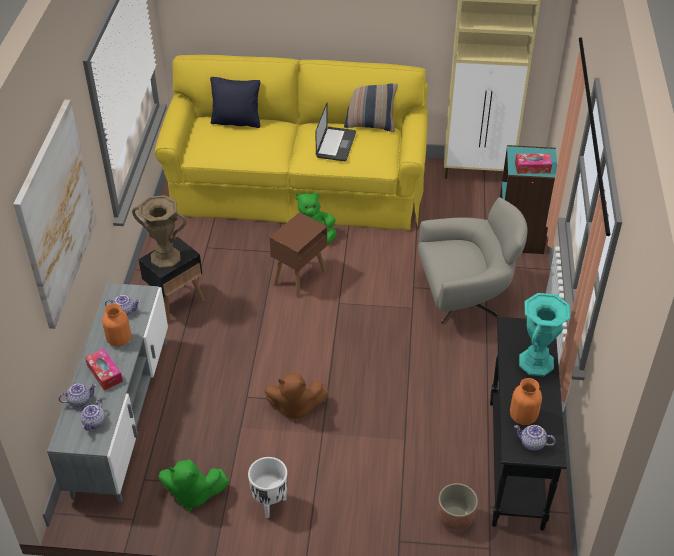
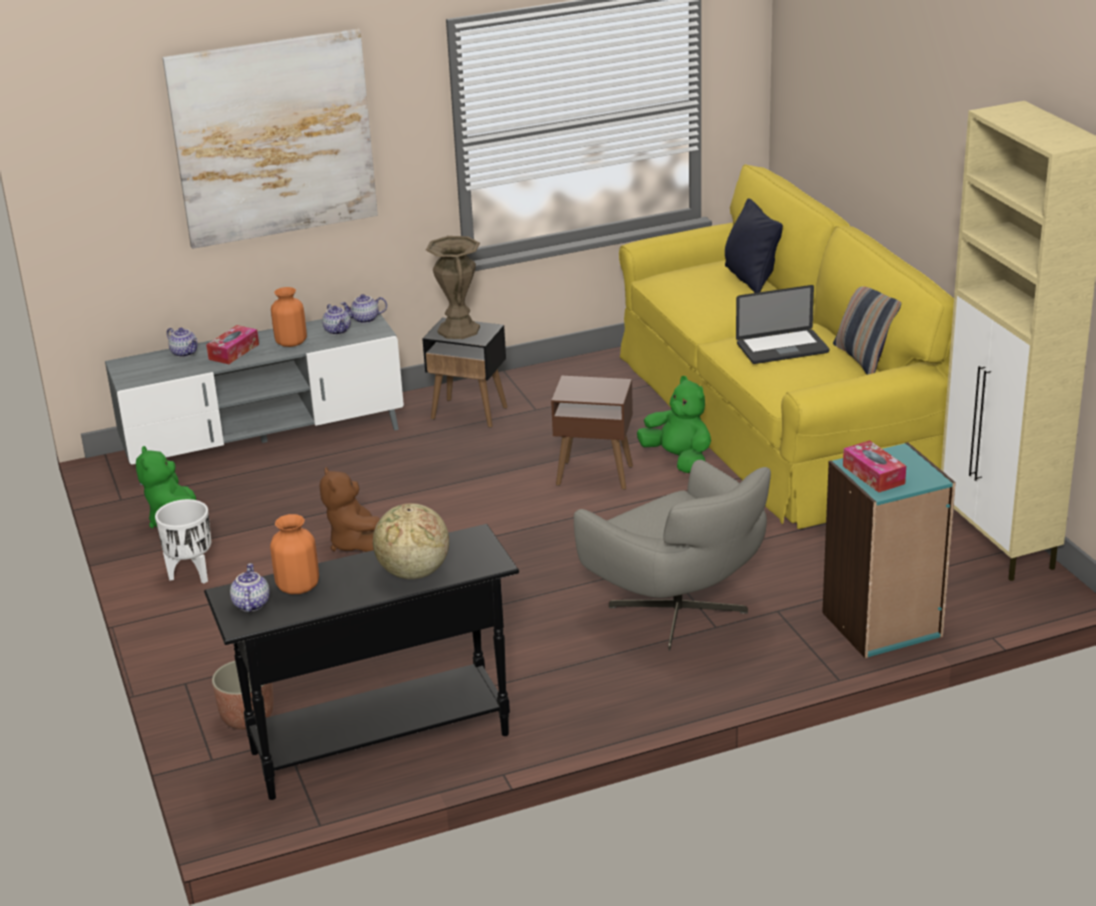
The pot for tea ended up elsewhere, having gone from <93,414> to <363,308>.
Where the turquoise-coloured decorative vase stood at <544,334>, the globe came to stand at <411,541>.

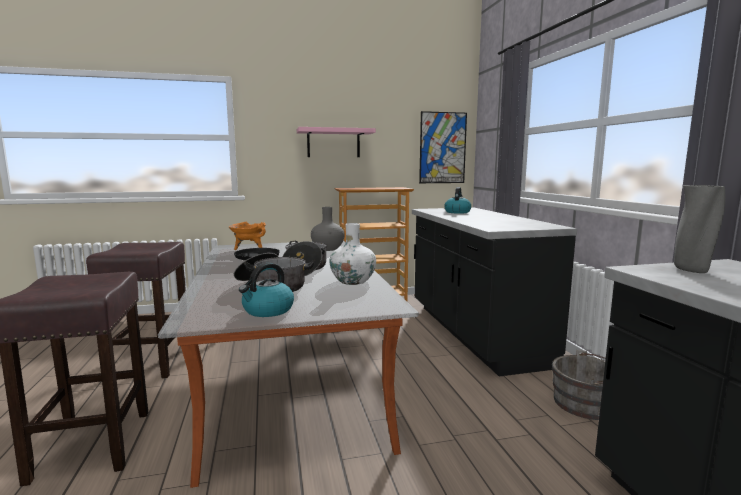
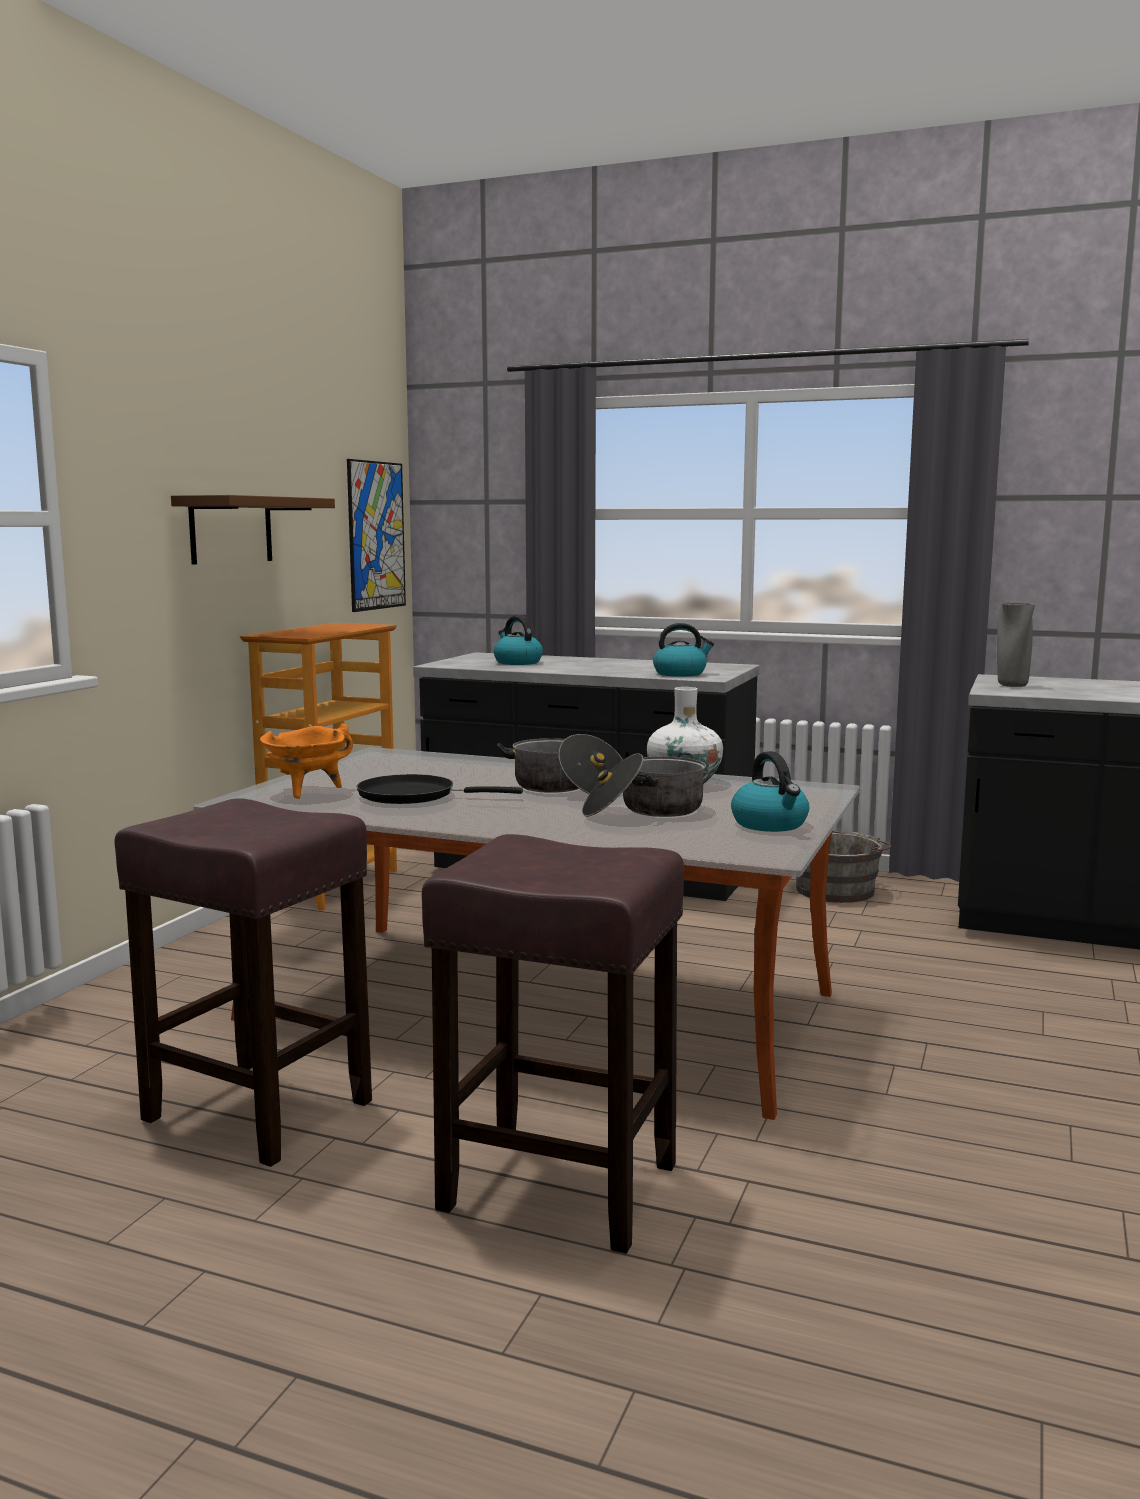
What was the pink wall shelf at <336,142> turned into the brown wall shelf at <253,530>.
The second view gained the water kettle at <683,650>.
The second view lost the grey decorative vase at <328,229>.

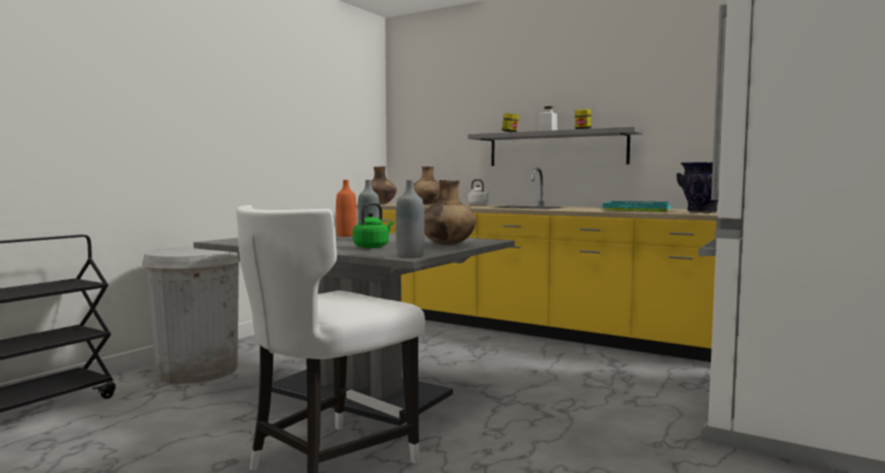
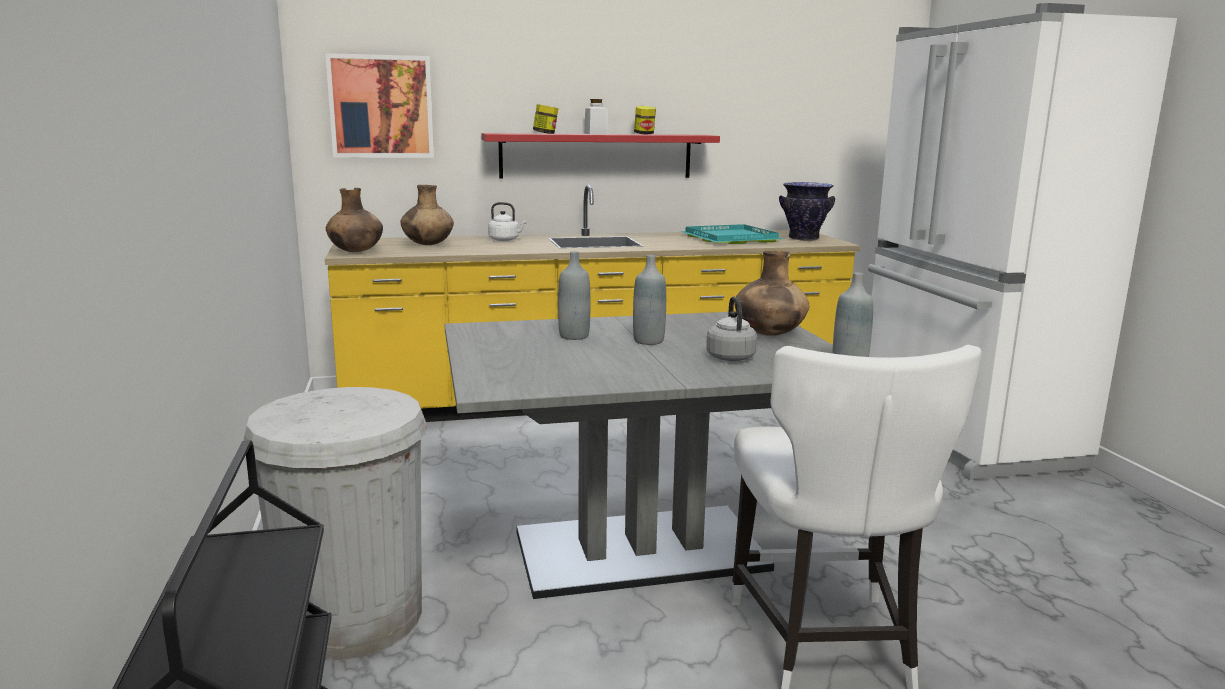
The second view gained the wall art at <379,105>.
What was the grey wall shelf at <556,146> turned into the reddish wall shelf at <600,156>.
What was the orangey drink bottle at <346,208> turned into the grey drink bottle at <574,295>.
What was the green-coloured water kettle at <373,225> turned into the grey water kettle at <731,328>.

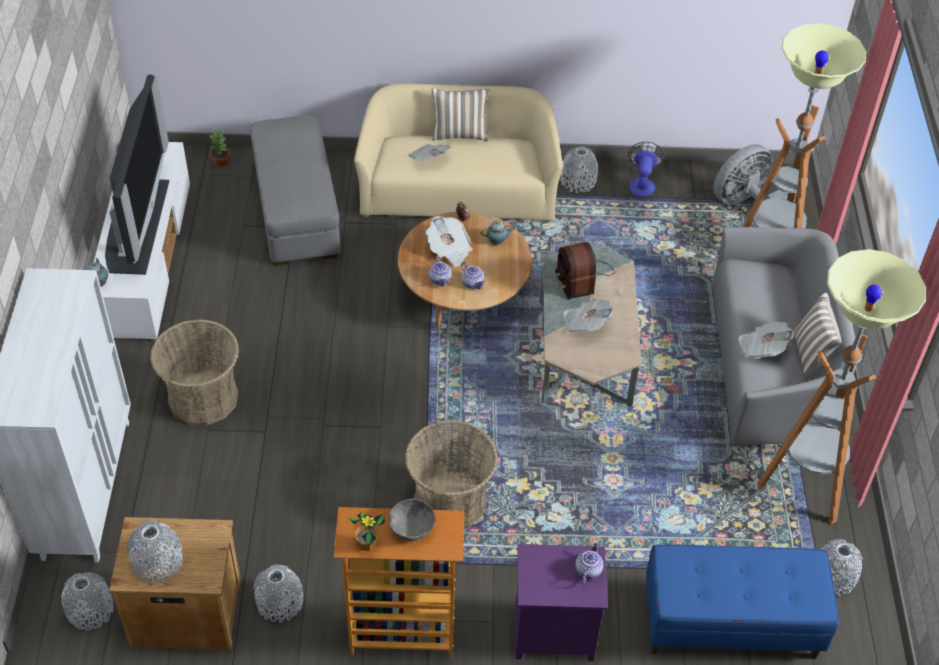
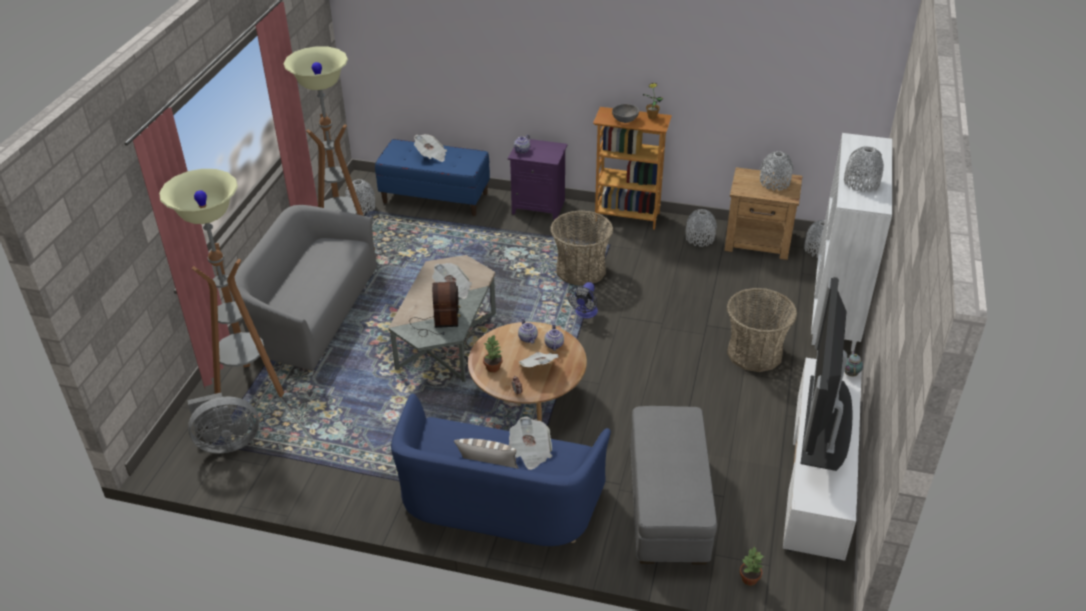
What was the beige-coloured couch at <458,152> turned into the bluish couch at <501,469>.
The newspaper ended up elsewhere, having gone from <766,340> to <430,148>.
Where the pot for tea stood at <498,233>, the plant in a pot came to stand at <493,354>.
The fan ended up elsewhere, having gone from <646,169> to <583,300>.
The grey decorative vase ended up elsewhere, having gone from <579,169> to <864,169>.
The second view lost the cushion at <817,336>.

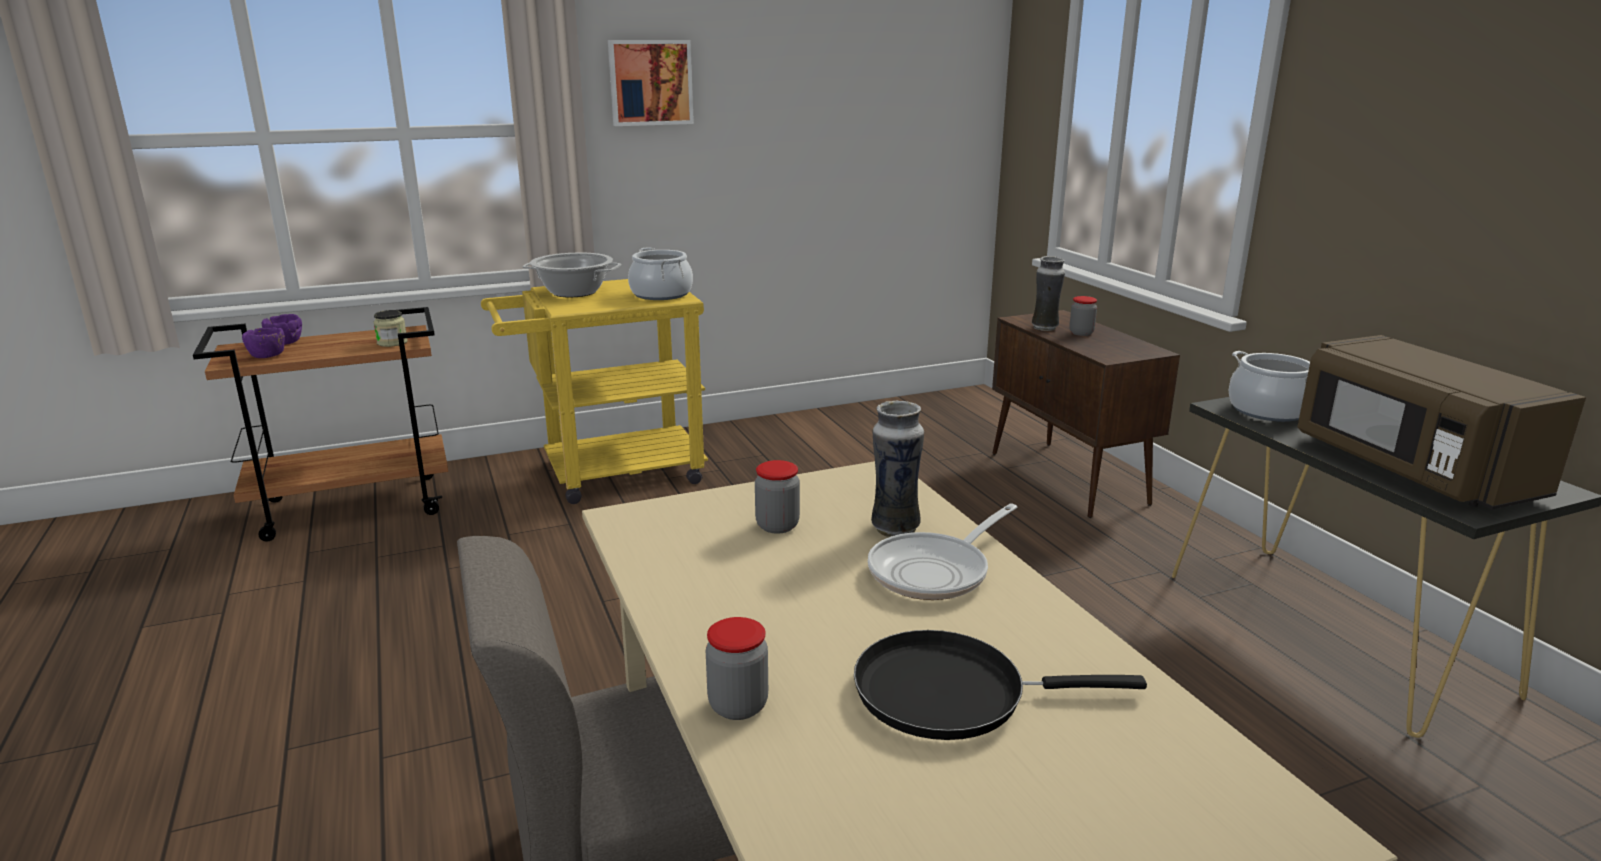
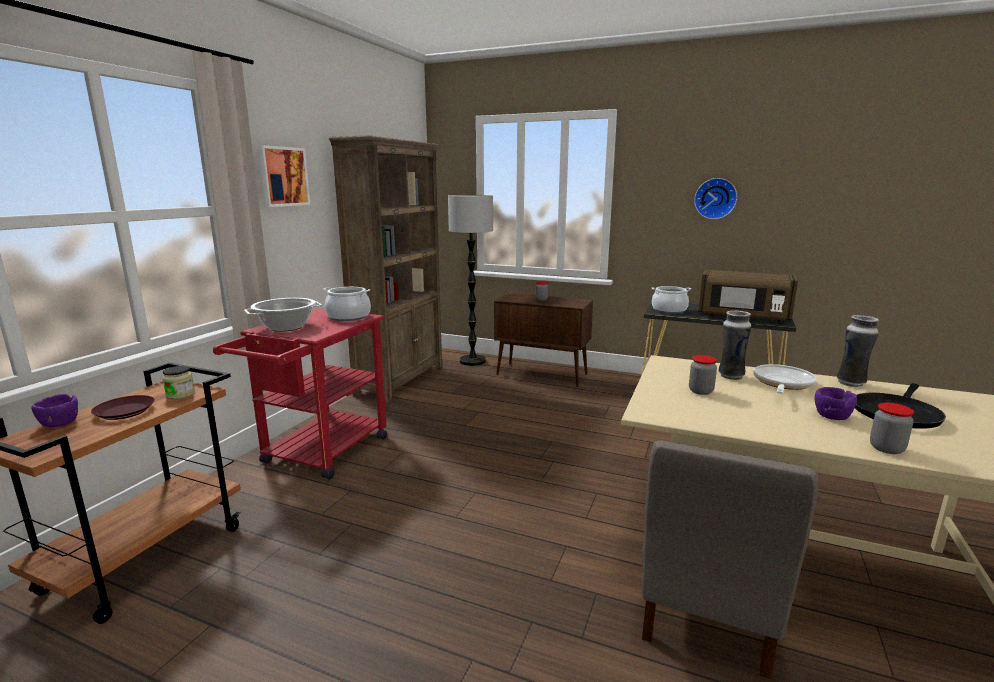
The second view gained the brown dinner plate at <123,407>.
What was the yellow cart at <594,391> turned into the reddish cart at <300,394>.
The second view gained the brown shelving unit at <386,269>.
The second view gained the standard lamp at <470,280>.
The second view gained the clock on the wall at <715,198>.
The frying pan at <943,551> ended up facing another way, 150 degrees counterclockwise from before.
The purple bowl ended up elsewhere, having gone from <263,342> to <835,403>.
The decorative vase ended up elsewhere, having gone from <1048,293> to <858,351>.

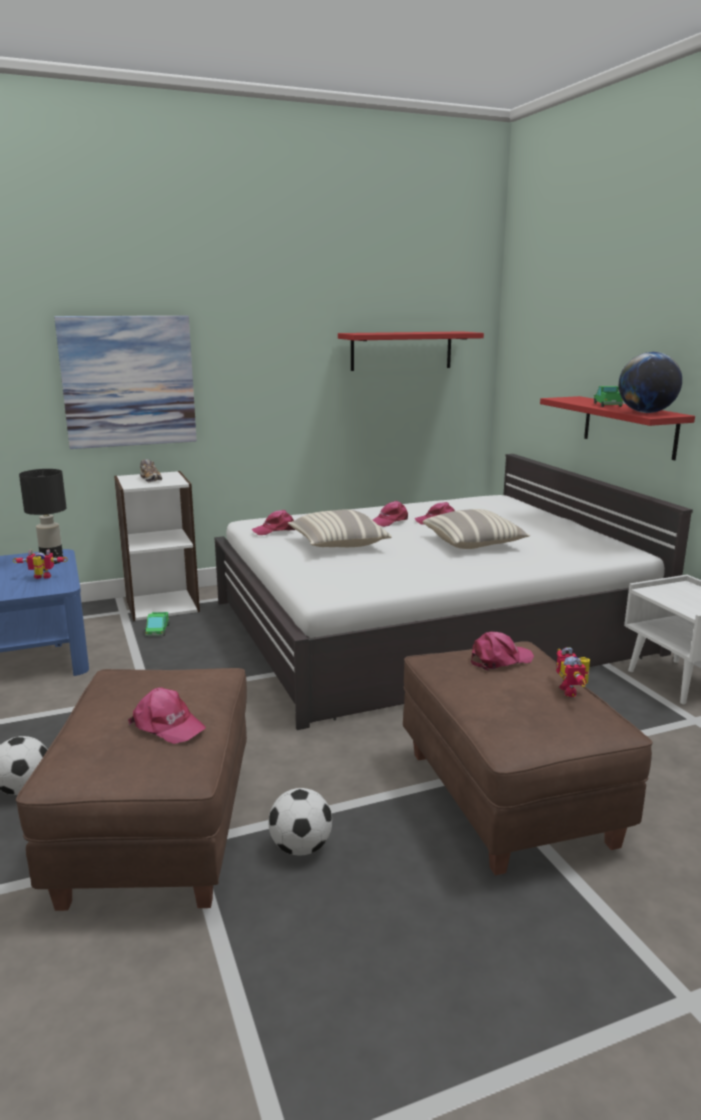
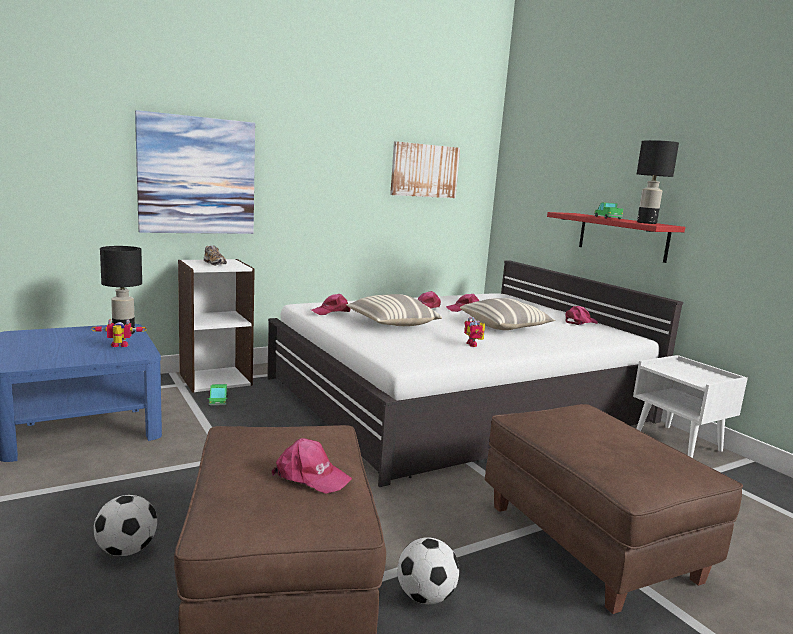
Where the reddish wall shelf hung at <411,351>, the wall art came to hang at <425,169>.
The toy robot ended up elsewhere, having gone from <573,672> to <474,332>.
The pink peaked cap ended up elsewhere, having gone from <502,651> to <581,315>.
Where the globe stood at <650,382>, the black tabletop lamp came to stand at <658,182>.

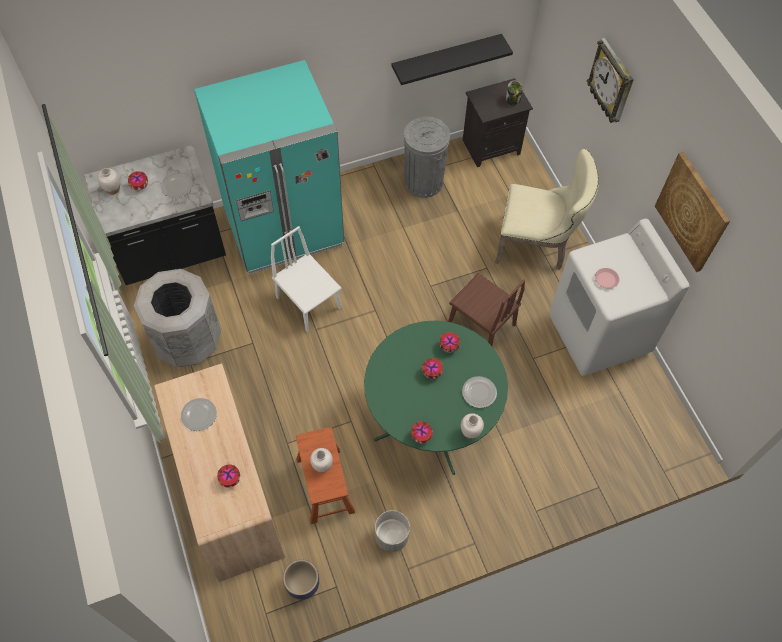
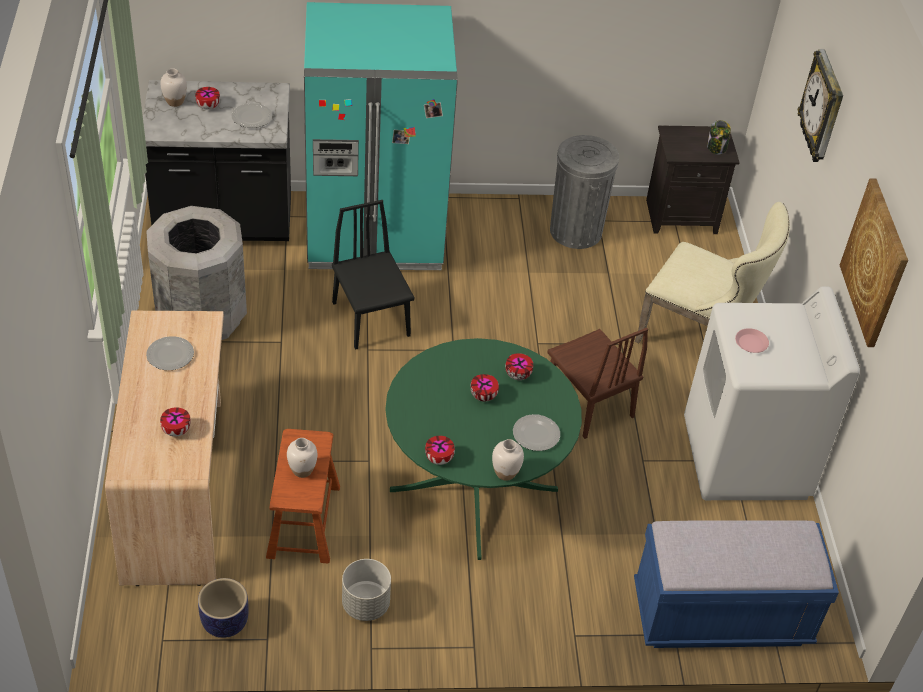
What was the whitish plain chair at <306,279> turned into the black plain chair at <373,275>.
The second view gained the bluish long seat at <736,584>.
The second view lost the black wall shelf at <452,59>.

